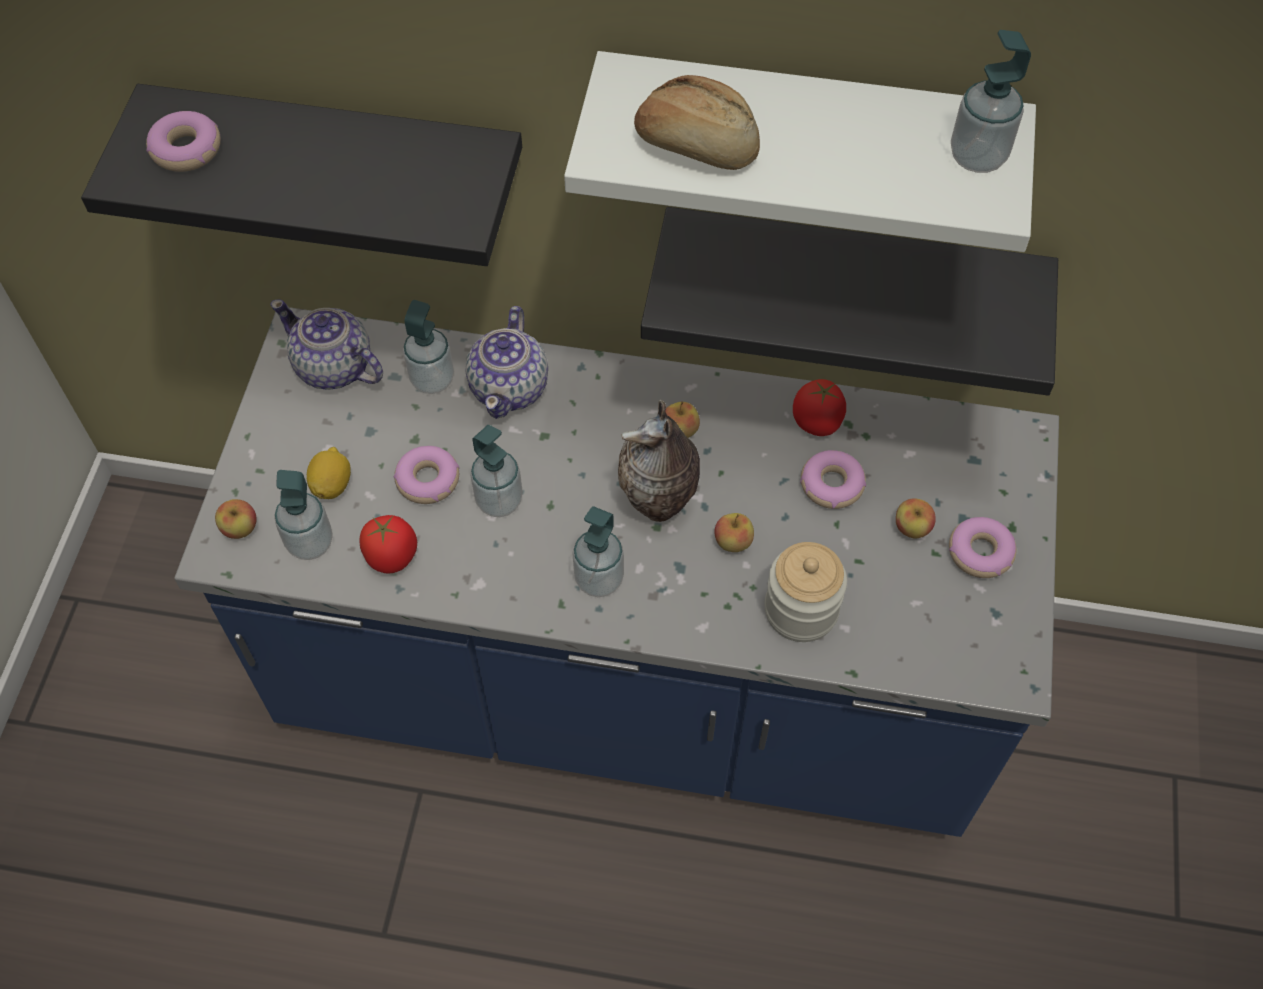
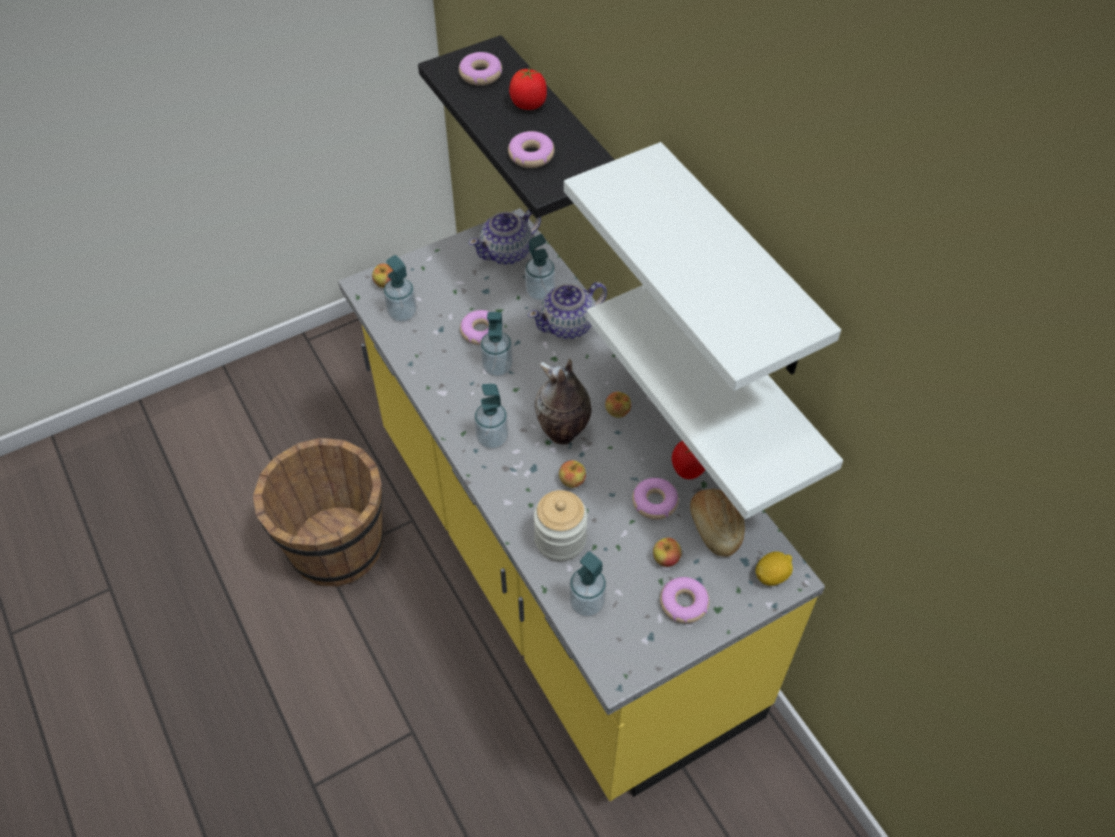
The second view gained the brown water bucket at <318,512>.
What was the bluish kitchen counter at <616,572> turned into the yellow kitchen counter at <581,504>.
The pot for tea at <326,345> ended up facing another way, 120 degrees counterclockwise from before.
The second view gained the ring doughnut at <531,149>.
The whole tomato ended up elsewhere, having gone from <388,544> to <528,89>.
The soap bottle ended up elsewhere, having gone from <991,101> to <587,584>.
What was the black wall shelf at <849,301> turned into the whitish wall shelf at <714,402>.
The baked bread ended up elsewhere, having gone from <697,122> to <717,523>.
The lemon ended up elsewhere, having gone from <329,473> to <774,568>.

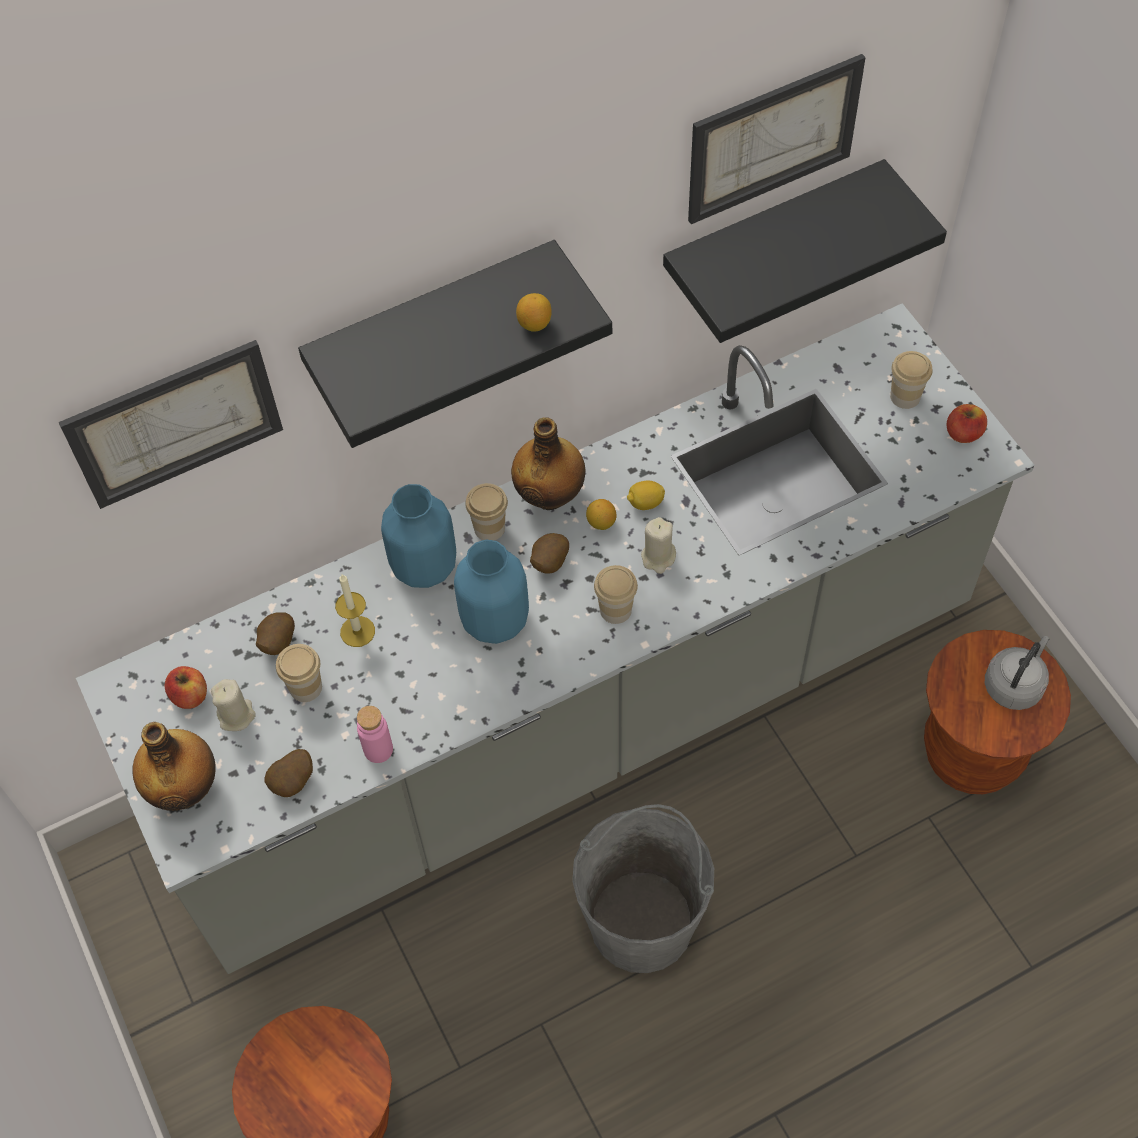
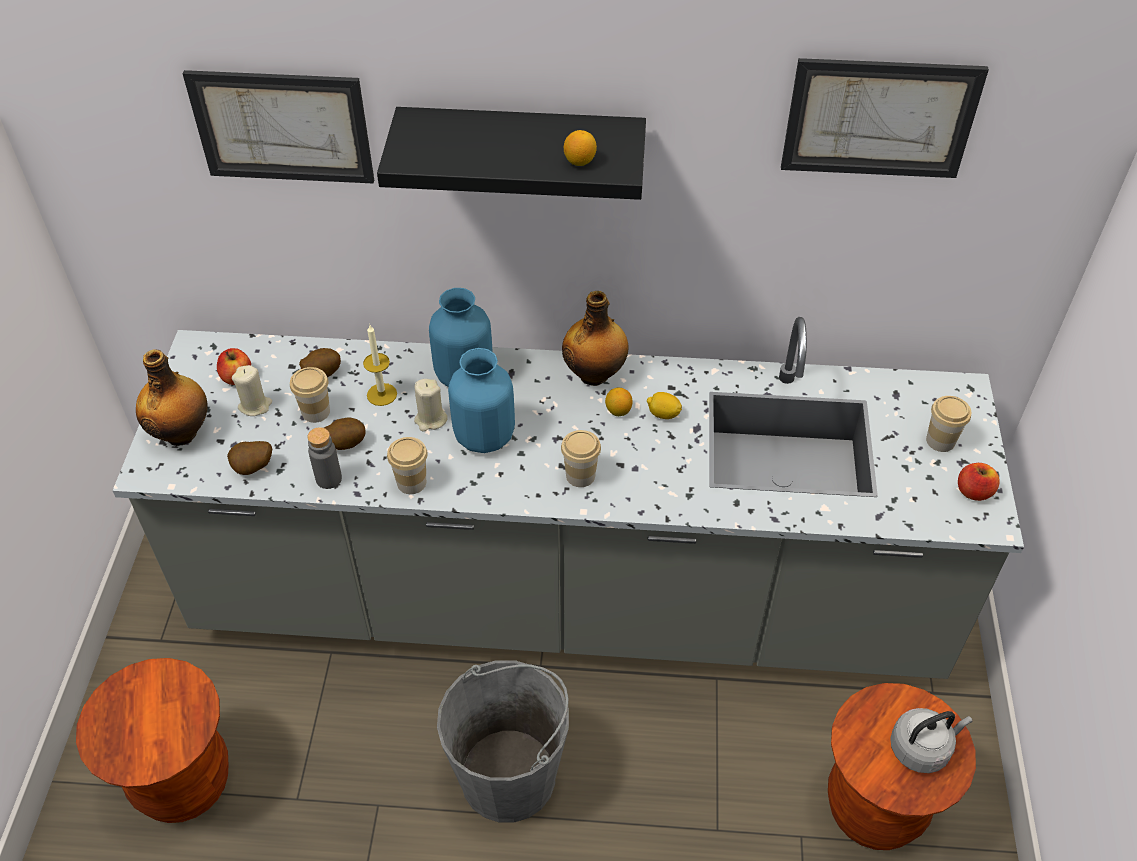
What was the pink drink bottle at <375,734> turned into the grey drink bottle at <324,458>.
The whole potato ended up elsewhere, having gone from <549,553> to <344,434>.
The cup ended up elsewhere, having gone from <486,511> to <407,465>.
The beige-coloured candle ended up elsewhere, having gone from <658,545> to <431,405>.
The second view lost the black wall shelf at <805,251>.

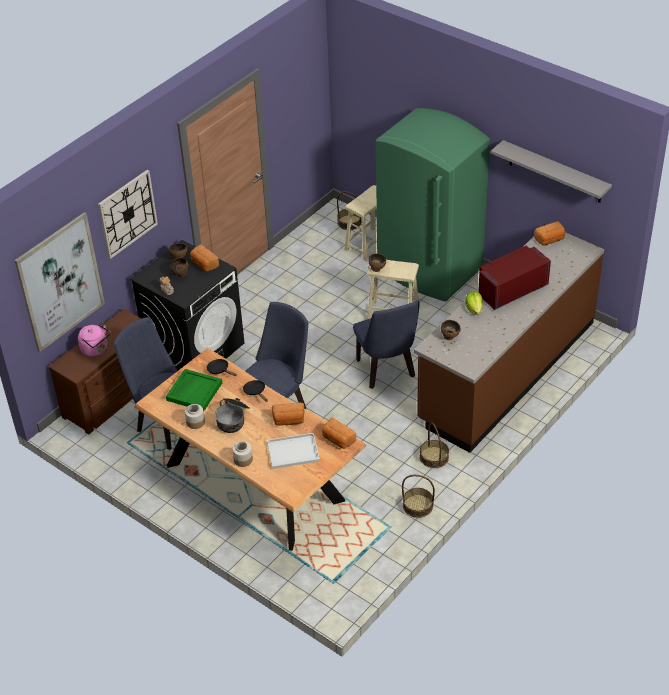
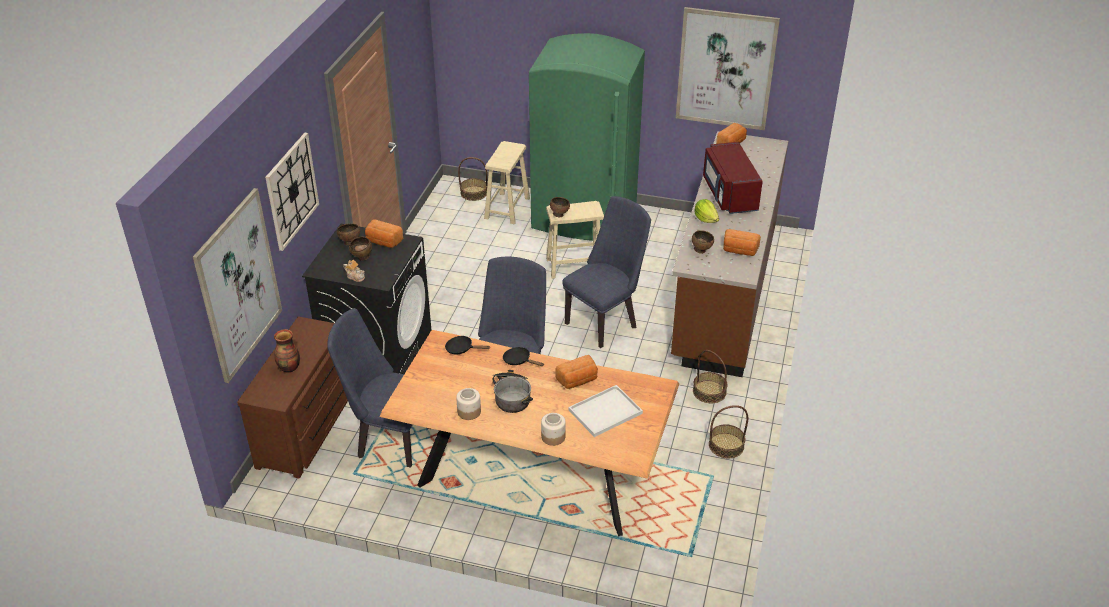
Where the pink water kettle stood at <94,340>, the decorative vase came to stand at <287,351>.
The bluish plain chair at <386,344> ended up facing another way, 90 degrees counterclockwise from before.
Where the grey wall shelf hung at <551,171>, the wall art came to hang at <728,68>.
The reddish kitchen microwave at <514,278> ended up facing another way, 45 degrees counterclockwise from before.
The baked bread ended up elsewhere, having gone from <339,433> to <742,242>.
The second view lost the green-coloured tray at <194,390>.

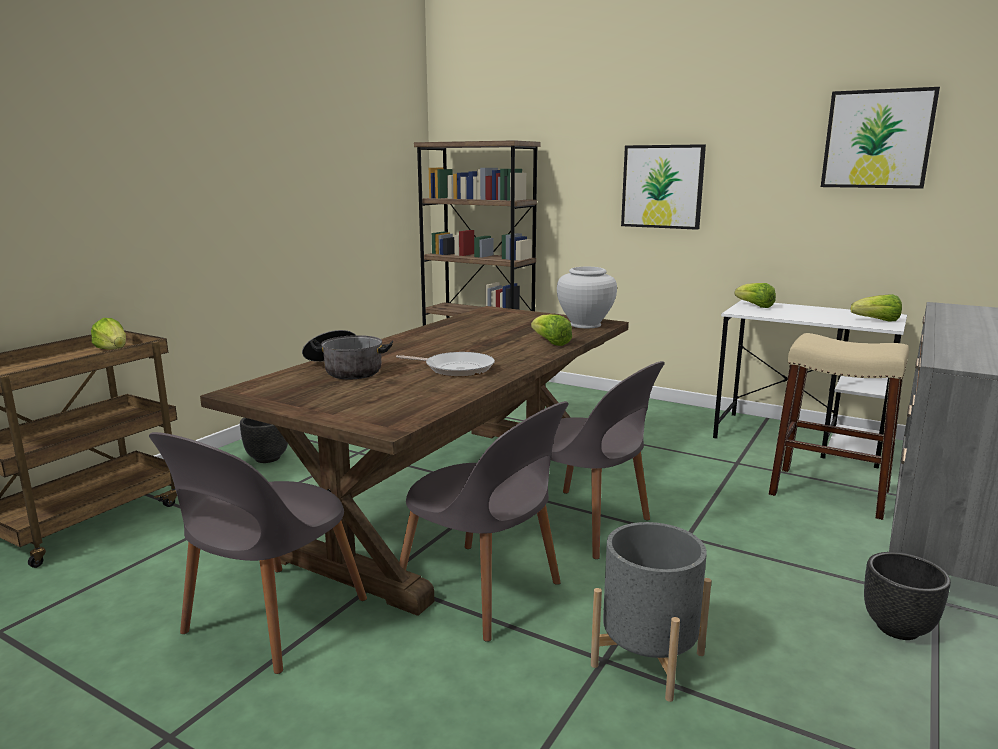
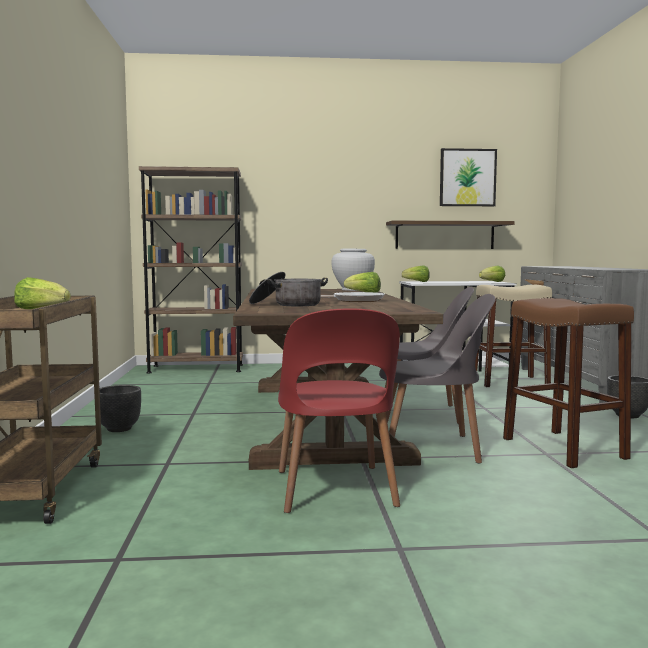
What was the grey plain chair at <258,553> turned into the reddish plain chair at <339,411>.
The second view gained the wall shelf at <450,235>.
Where the grey plant pot stood at <651,612>, the brown sitting stool came to stand at <568,383>.
The second view lost the wall art at <663,187>.

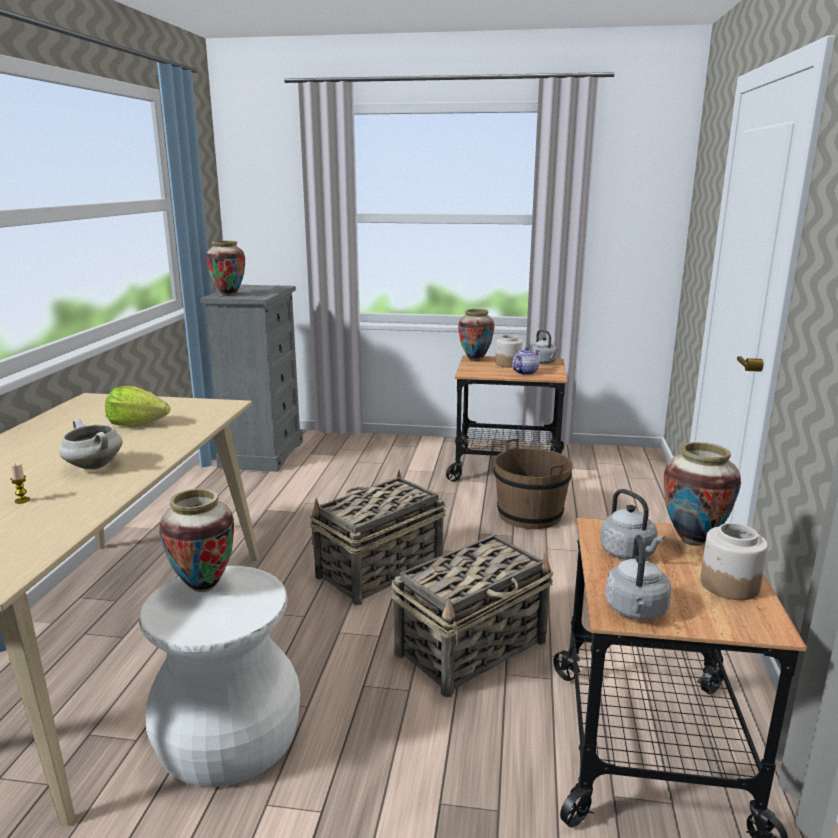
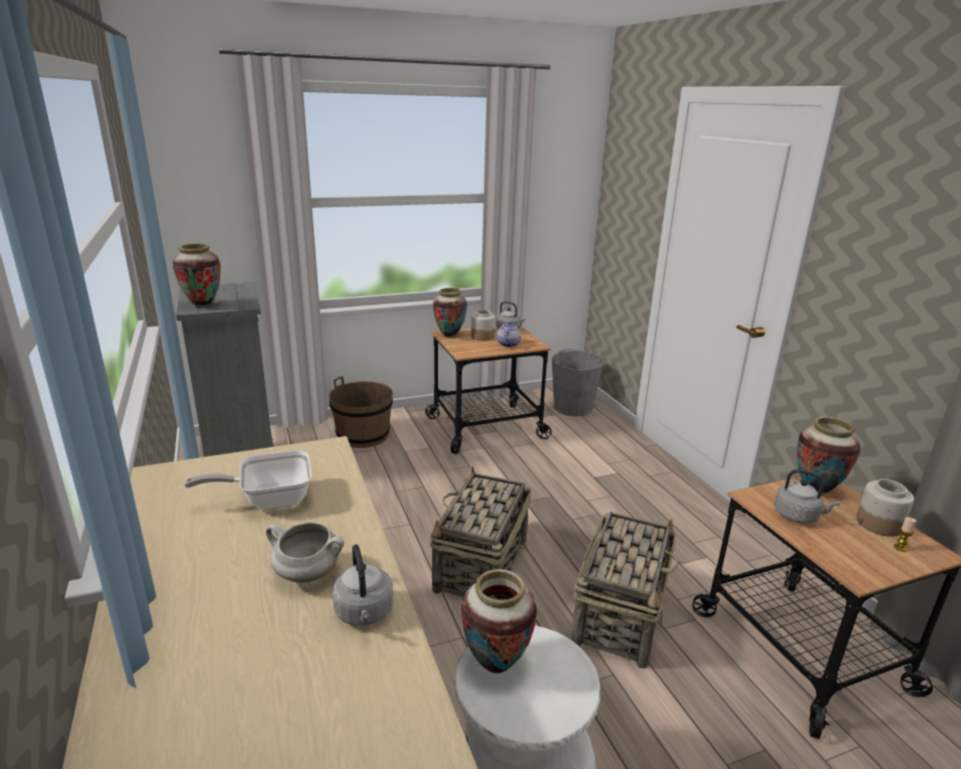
Where the lettuce head stood at <137,406>, the frying pan came to stand at <248,480>.
The brown water bucket ended up elsewhere, having gone from <533,483> to <361,412>.
The grey water kettle ended up elsewhere, having gone from <638,577> to <362,585>.
The second view gained the grey water bucket at <578,383>.
The candle ended up elsewhere, having gone from <19,483> to <905,534>.

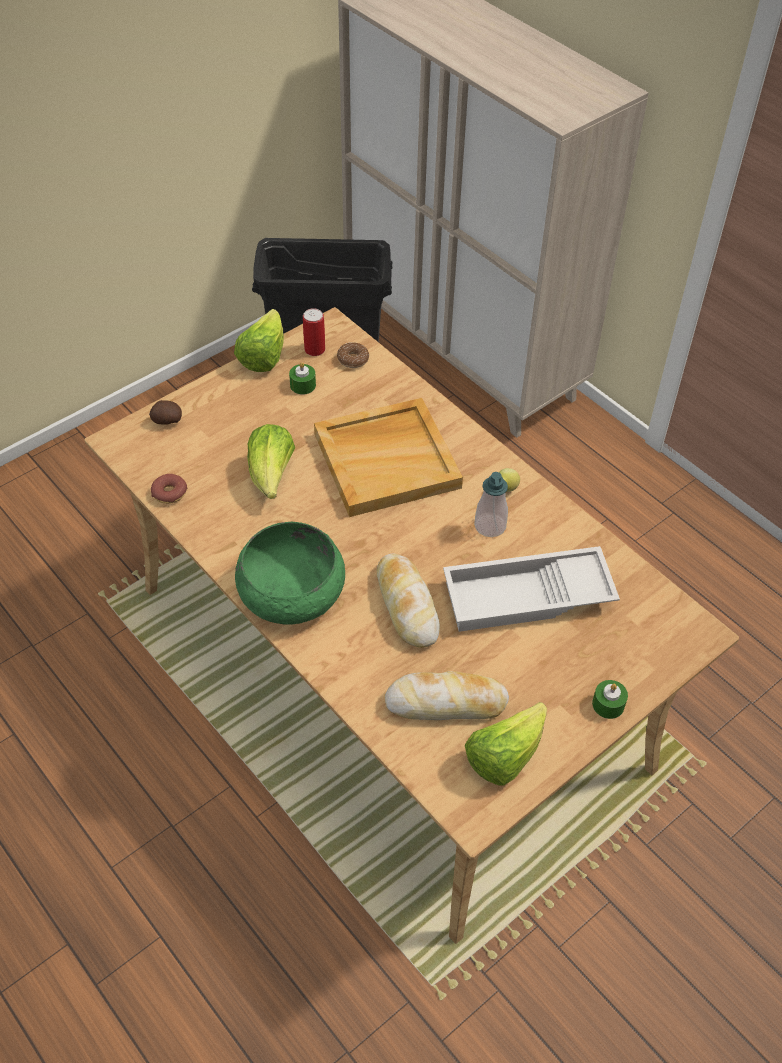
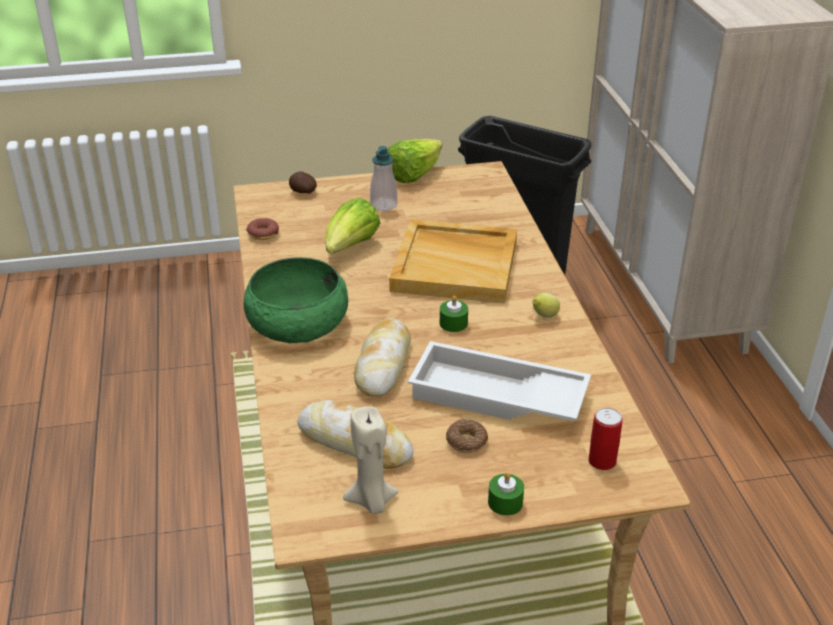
Where the lettuce head stood at <506,743>, the beige-coloured candle came to stand at <370,460>.
The soap bottle ended up elsewhere, having gone from <491,504> to <383,178>.
The green-coloured candle ended up elsewhere, having gone from <302,378> to <454,313>.
The ring doughnut ended up elsewhere, having gone from <353,355> to <467,436>.
The metal can ended up elsewhere, having gone from <314,332> to <606,439>.

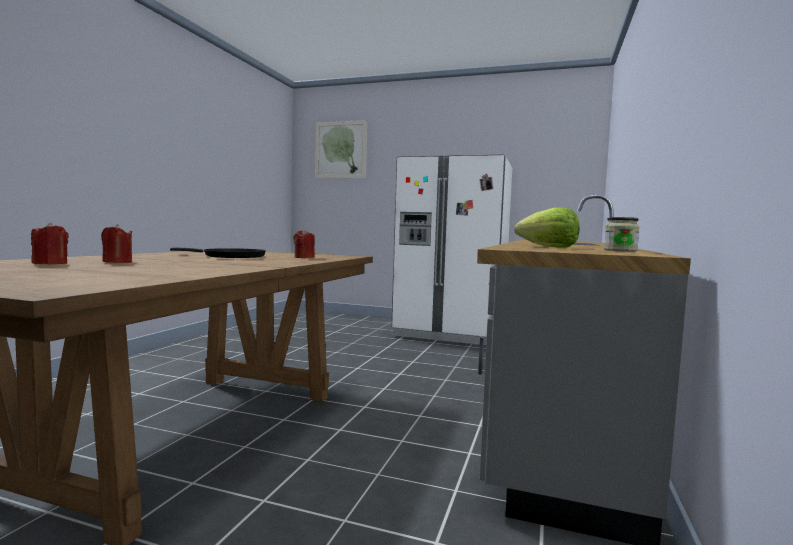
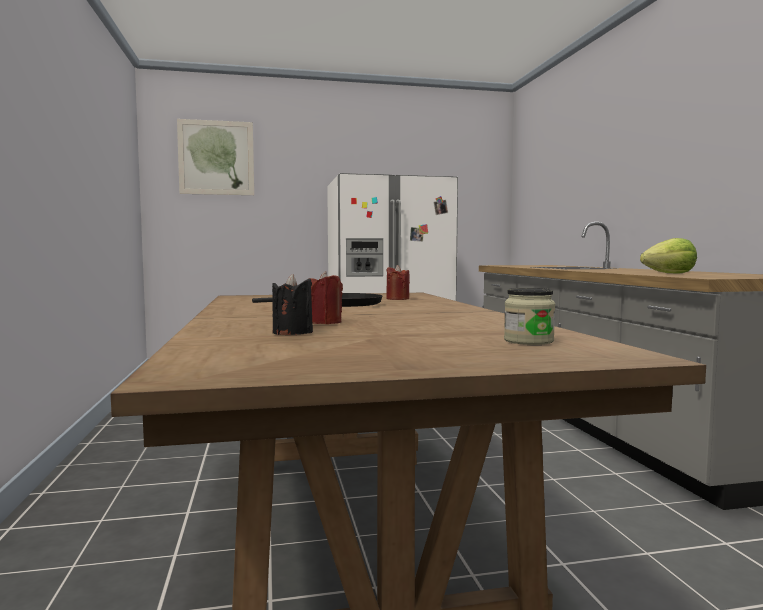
What was the reddish candle at <50,243> turned into the black candle at <292,304>.
The jar ended up elsewhere, having gone from <621,234> to <529,316>.

